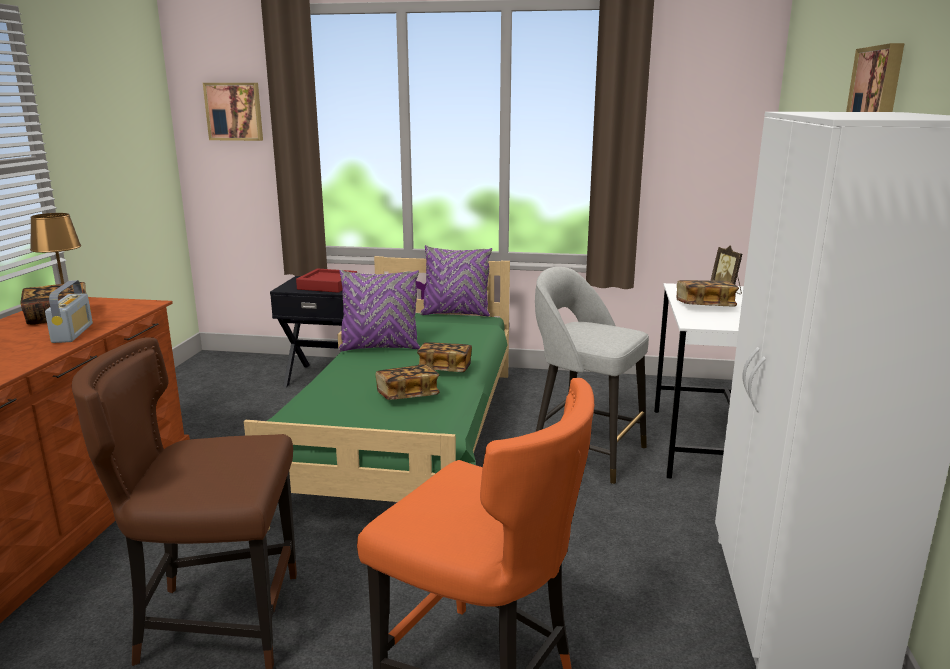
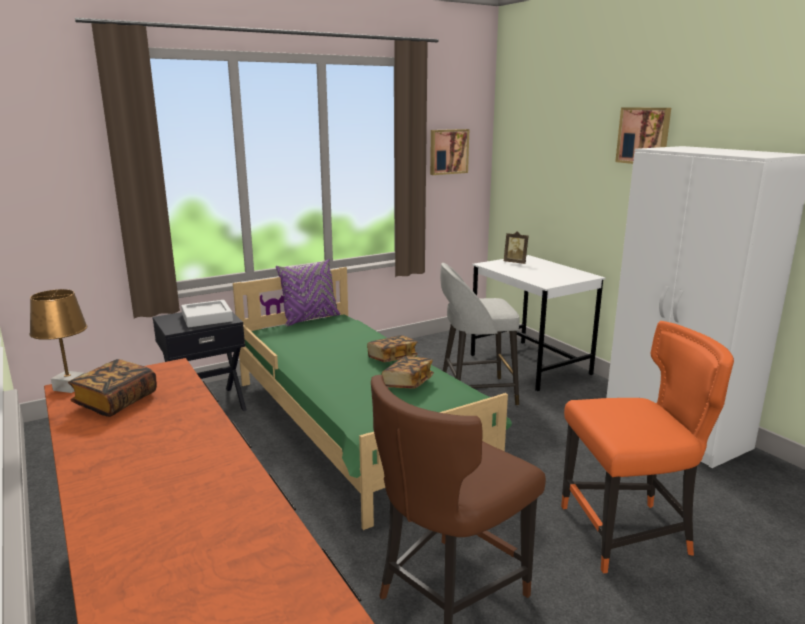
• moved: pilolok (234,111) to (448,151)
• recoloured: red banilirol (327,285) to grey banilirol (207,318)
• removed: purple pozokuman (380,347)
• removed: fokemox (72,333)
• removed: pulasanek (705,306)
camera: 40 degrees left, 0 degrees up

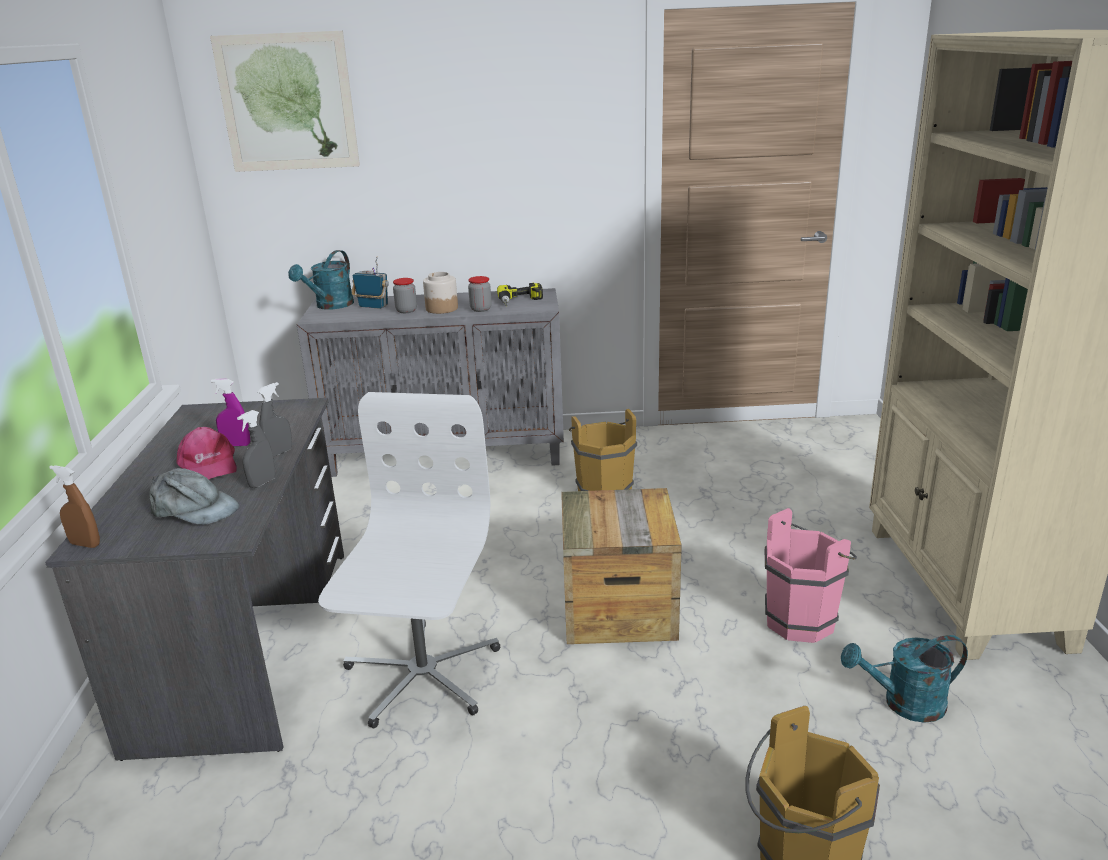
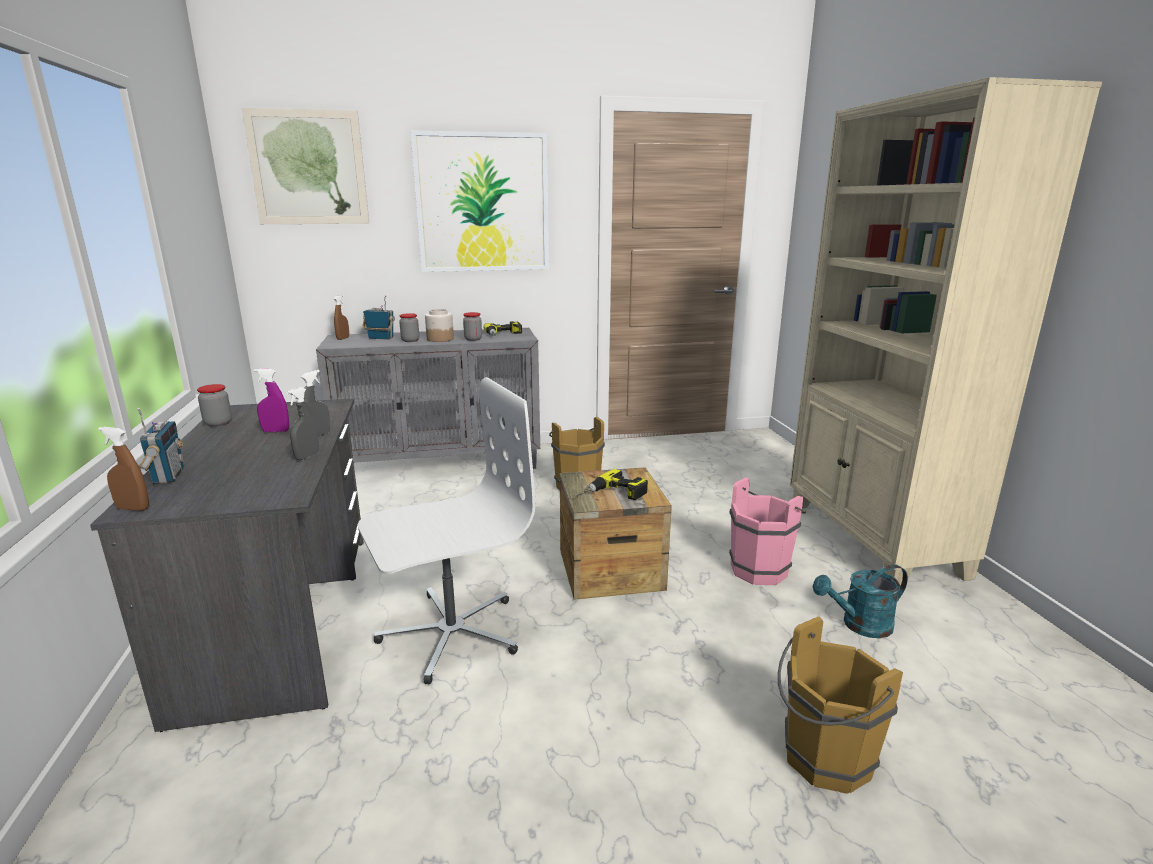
• replaced: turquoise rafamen (330,306) to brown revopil (343,338)
• turned: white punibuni (421,675) = (450,633) 60 degrees clockwise
• removed: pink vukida (208,465)
• removed: grey vukida (194,509)
• added: pilolok (483,203)
• added: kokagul (218,423)
• added: fokemox (167,476)
• added: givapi (612,495)
camera: 10 degrees left, 5 degrees down

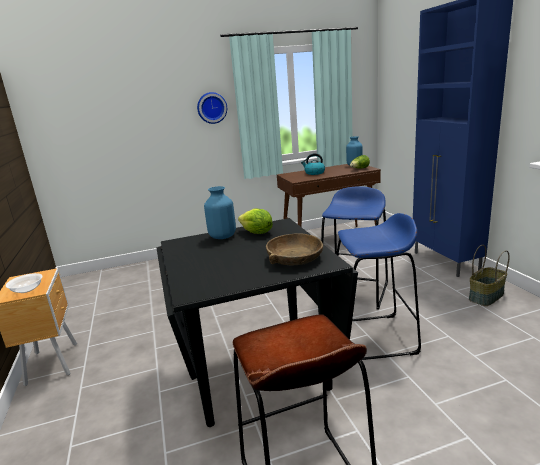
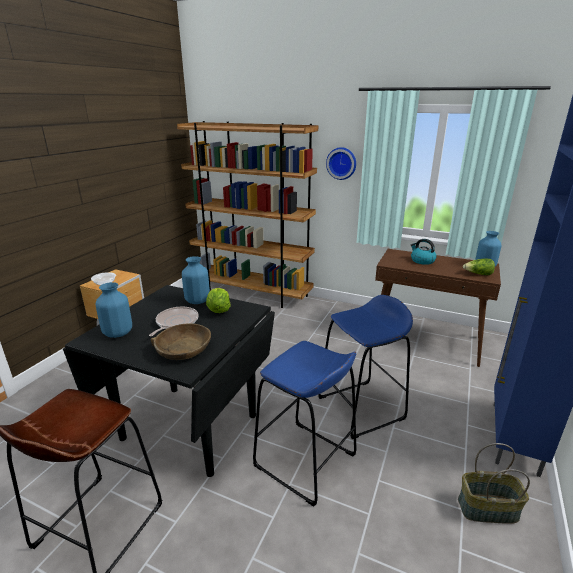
• added: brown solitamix (252,293)
• added: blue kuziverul (117,333)
• added: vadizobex (175,323)
camera: 40 degrees right, 5 degrees up

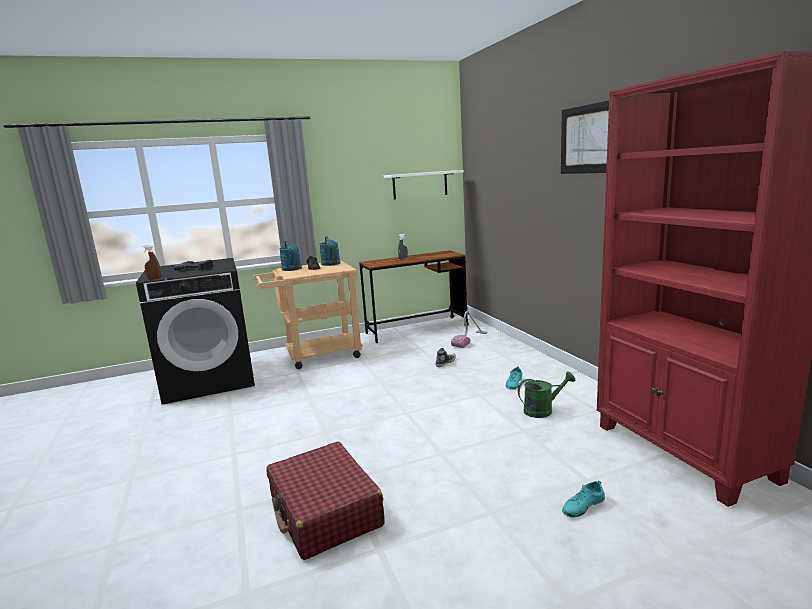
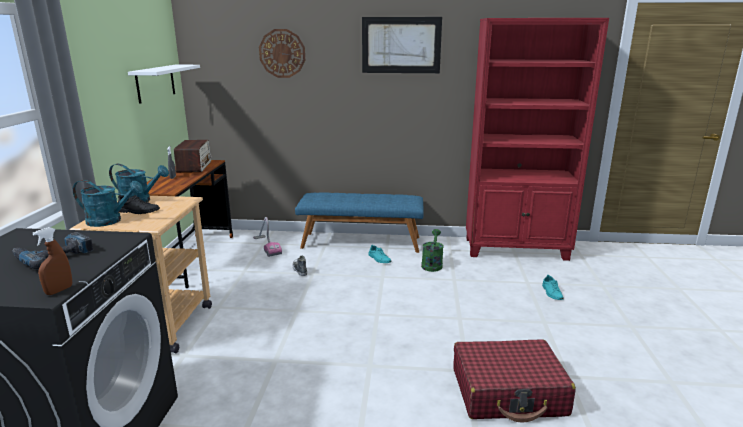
• added: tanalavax (282,53)
• added: fokemox (194,166)
• added: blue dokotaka (361,242)
camera: 65 degrees left, 5 degrees up

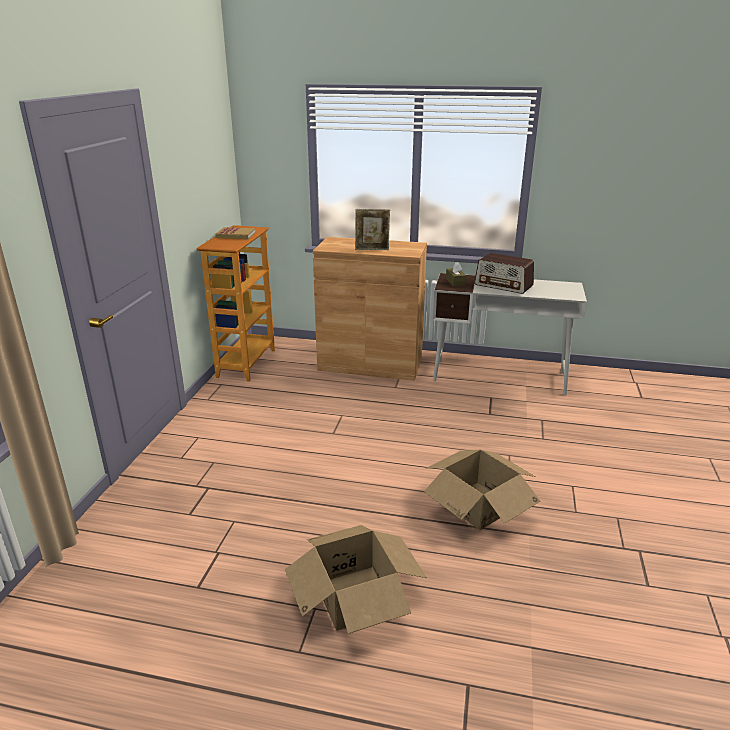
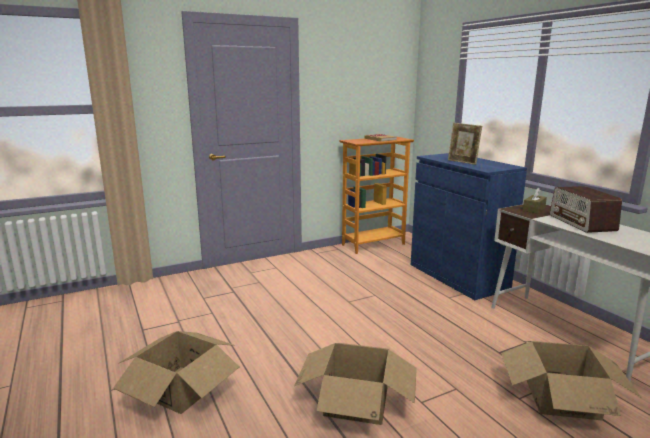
• recoloured: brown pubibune (370,364) to blue pubibune (457,276)
• added: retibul (562,398)
camera: 50 degrees right, 10 degrees down

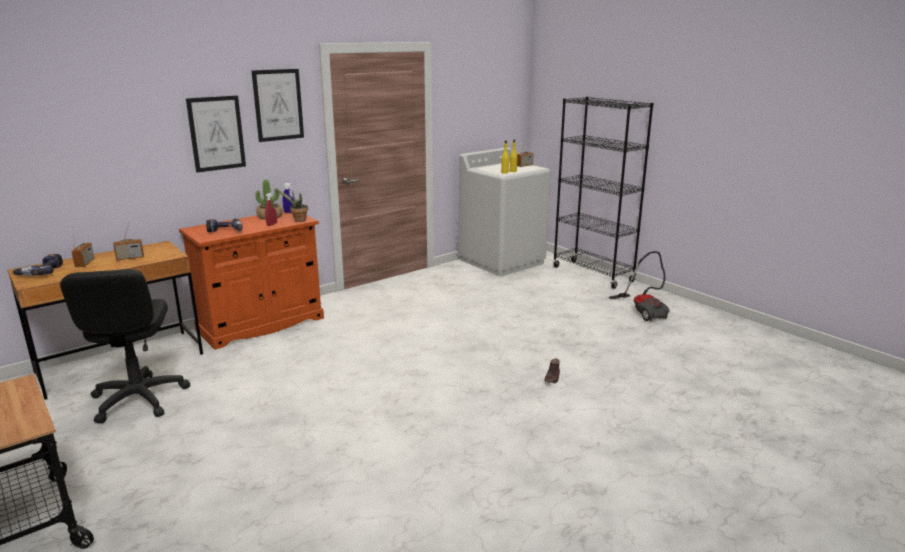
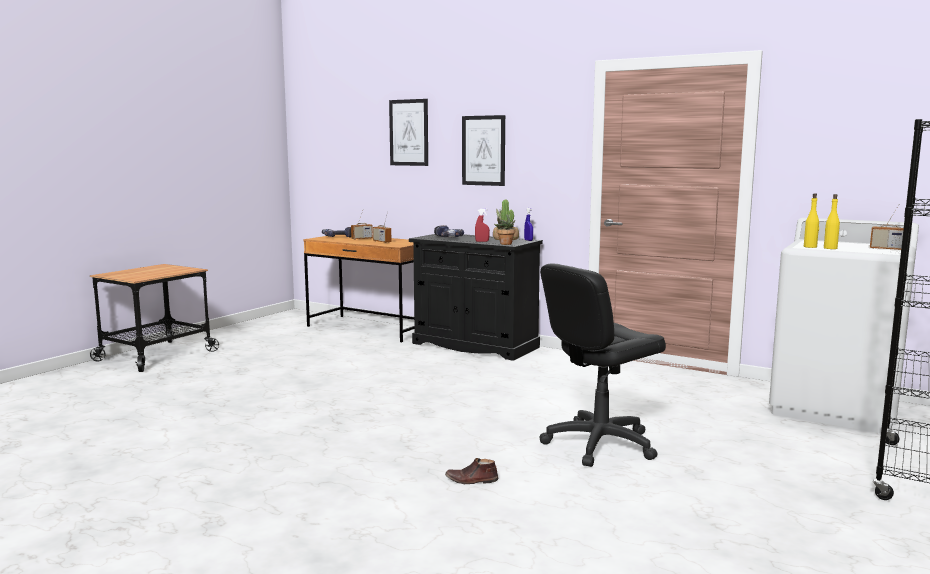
• moved: pilolok (278,105) to (409,132)
• recoloured: orange pubibune (261,324) to black pubibune (475,345)
• removed: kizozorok (644,310)
• moved: black punibuni (138,399) to (599,444)
camera: 70 degrees right, 10 degrees down

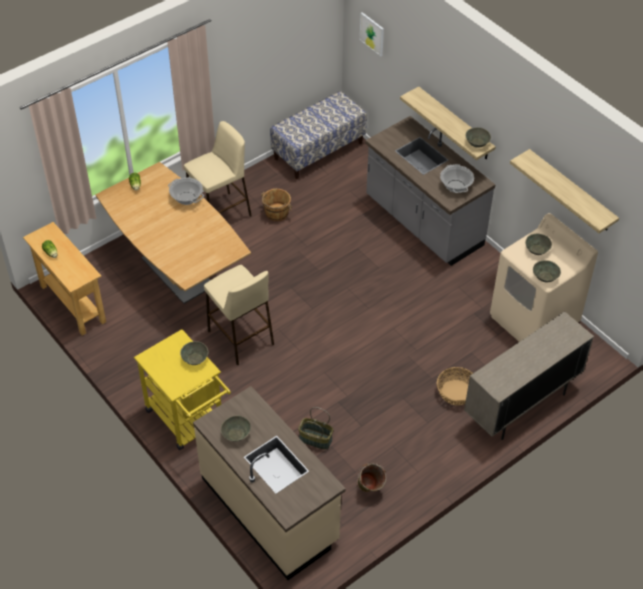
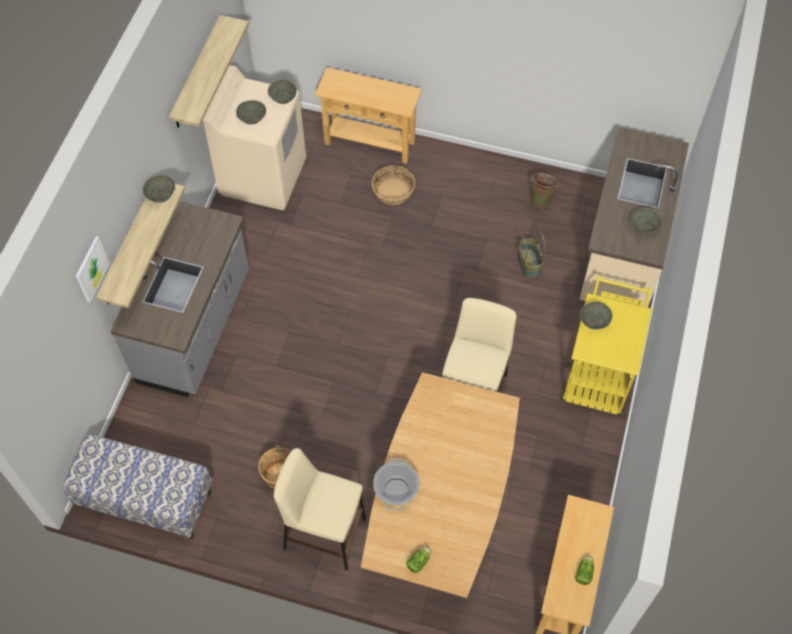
• moved: pilolok (372,33) to (91,269)
• removed: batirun (455,186)
• replaced: beige pubibune (521,406) to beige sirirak (369,142)
camera: 125 degrees left, 10 degrees up

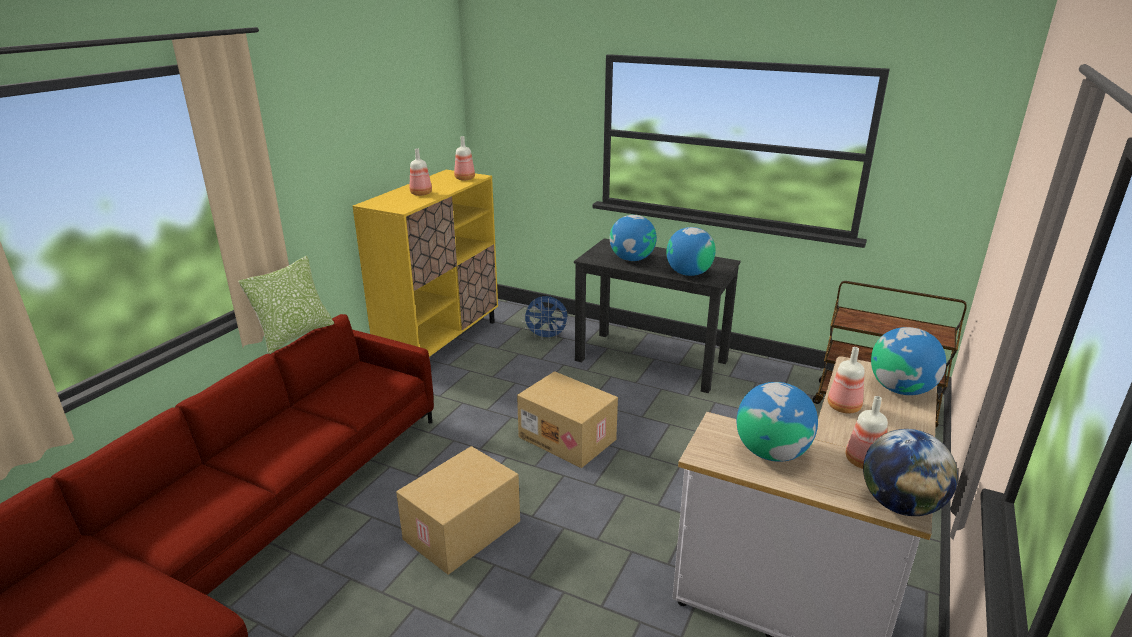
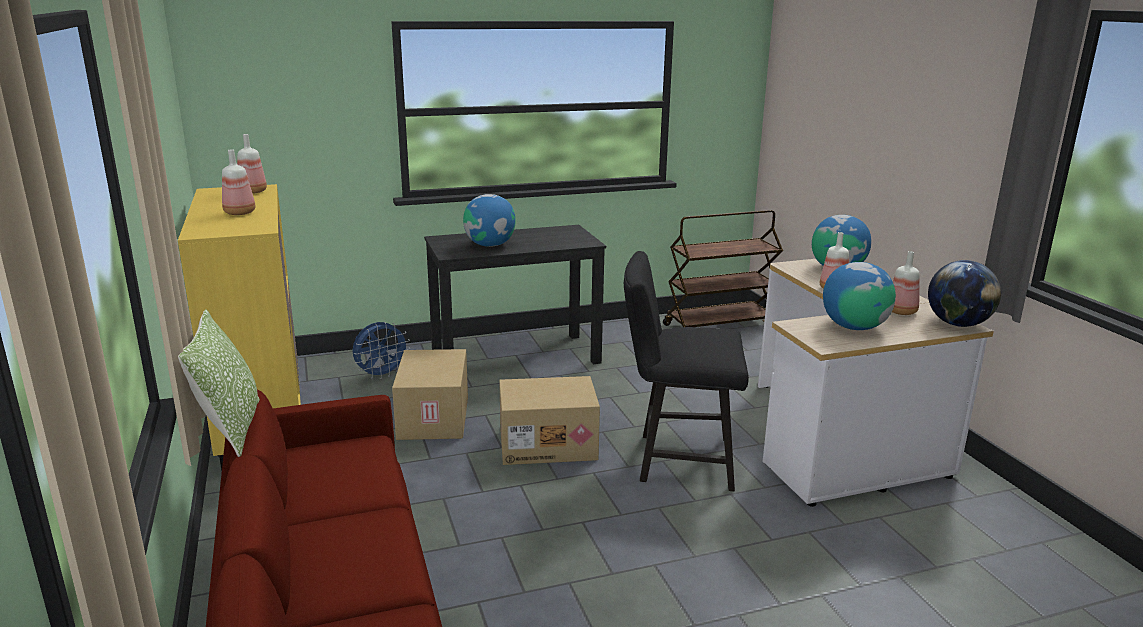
• removed: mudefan (689,273)
• moved: retibul (462,531) to (435,418)
• added: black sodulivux (676,460)
camera: 45 degrees left, 5 degrees down

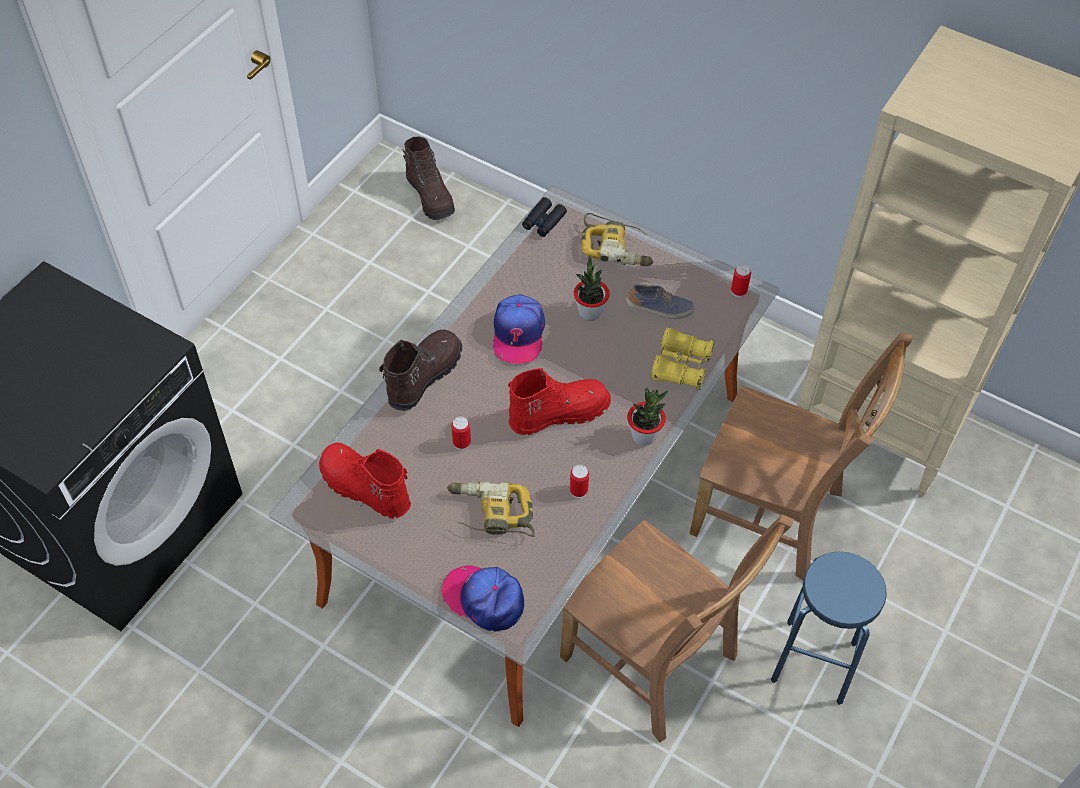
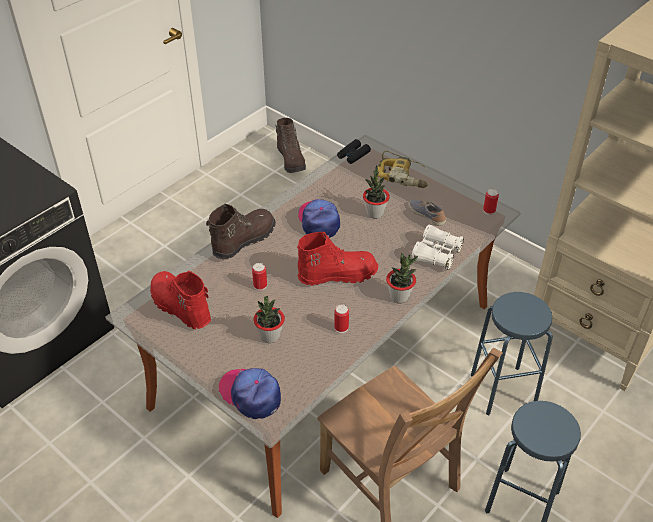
• turned: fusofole (659,309) = (427,216) 135 degrees counterclockwise
• turned: vukida (518,334) = (319,221) 150 degrees clockwise
• recoloured: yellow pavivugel (681,366) to white pavivugel (436,254)
• replaced: brown sodulivux (772,516) to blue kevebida (503,390)
• replaced: givapi (490,514) to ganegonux (270,336)
camera: 10 degrees right, 10 degrees down

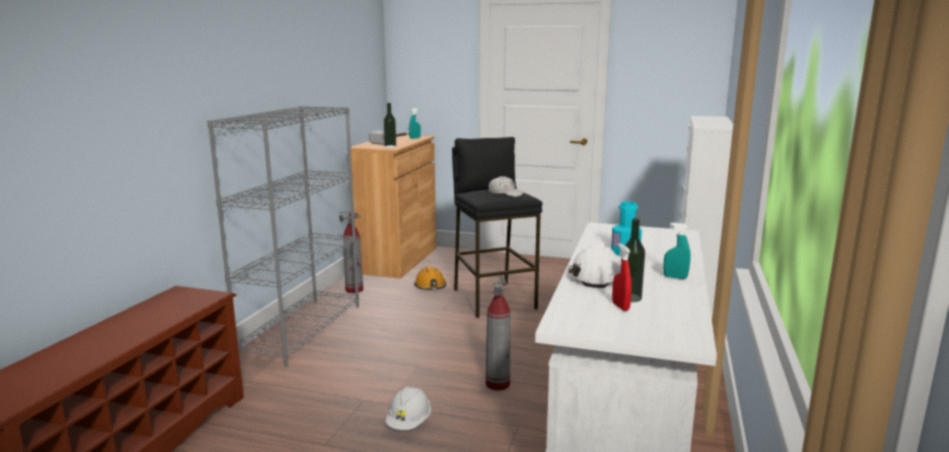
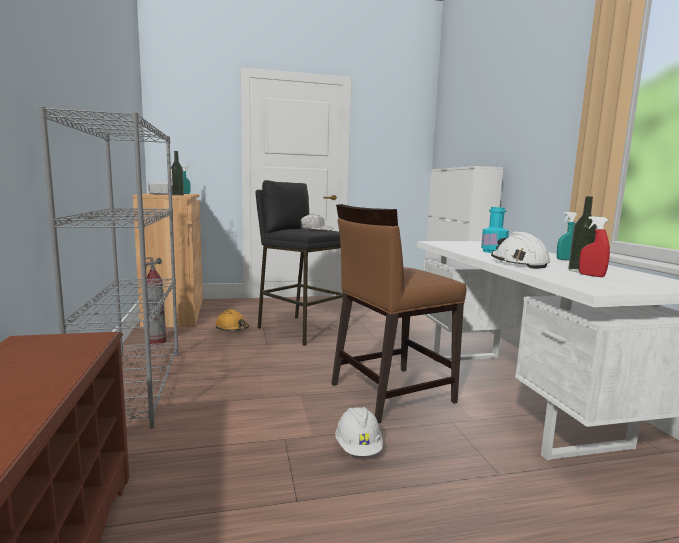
• replaced: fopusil (497,384) to brown sodulivux (390,393)
camera: 30 degrees left, 5 degrees down

